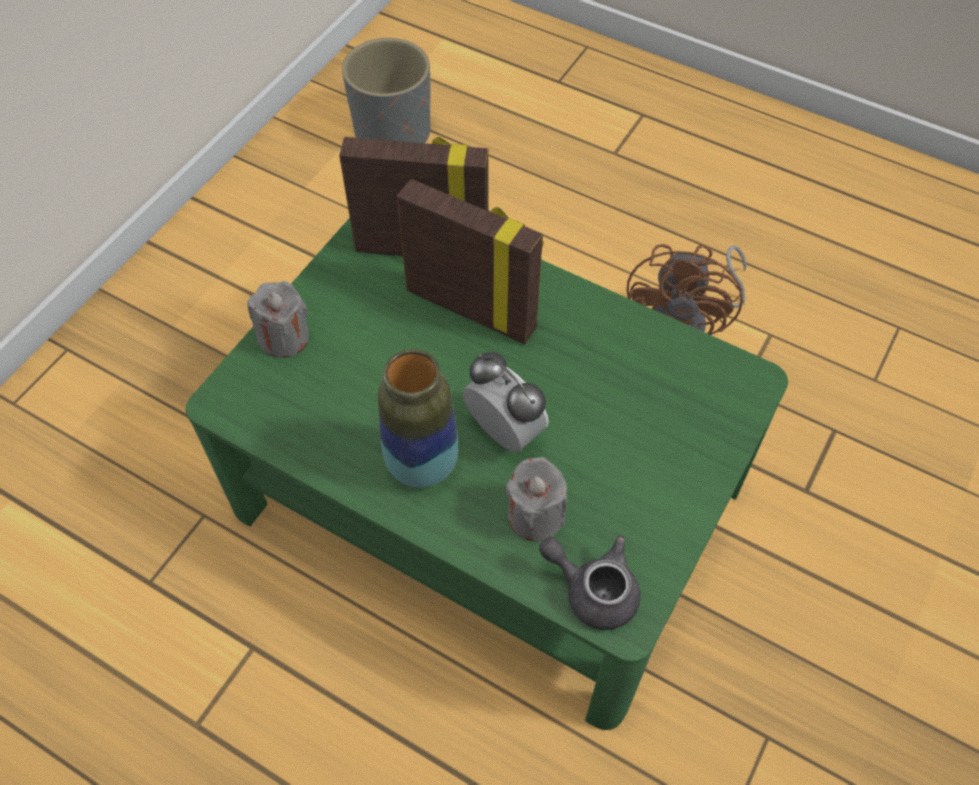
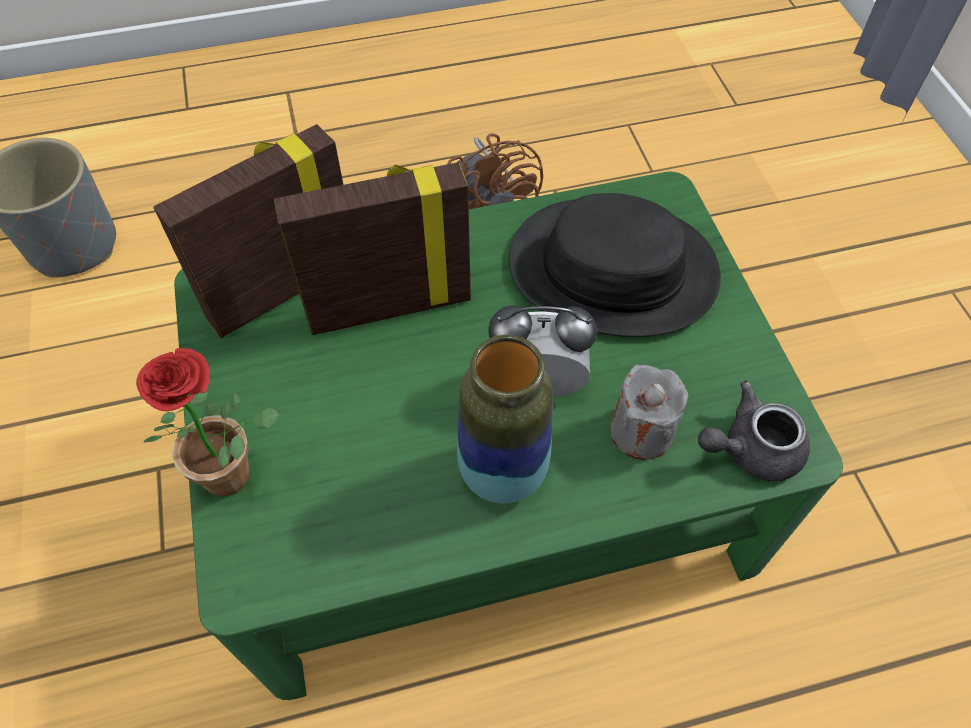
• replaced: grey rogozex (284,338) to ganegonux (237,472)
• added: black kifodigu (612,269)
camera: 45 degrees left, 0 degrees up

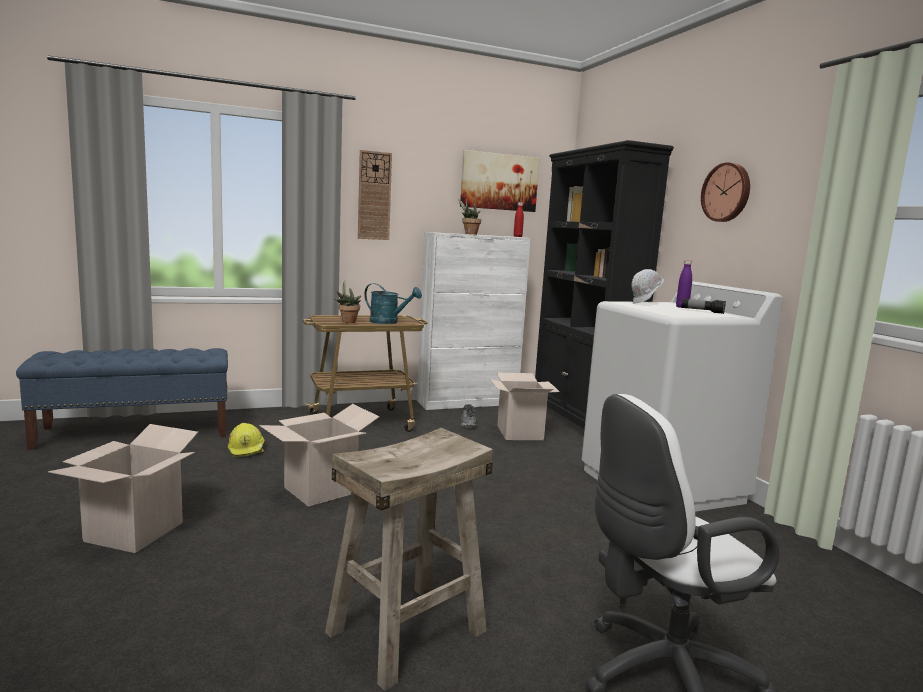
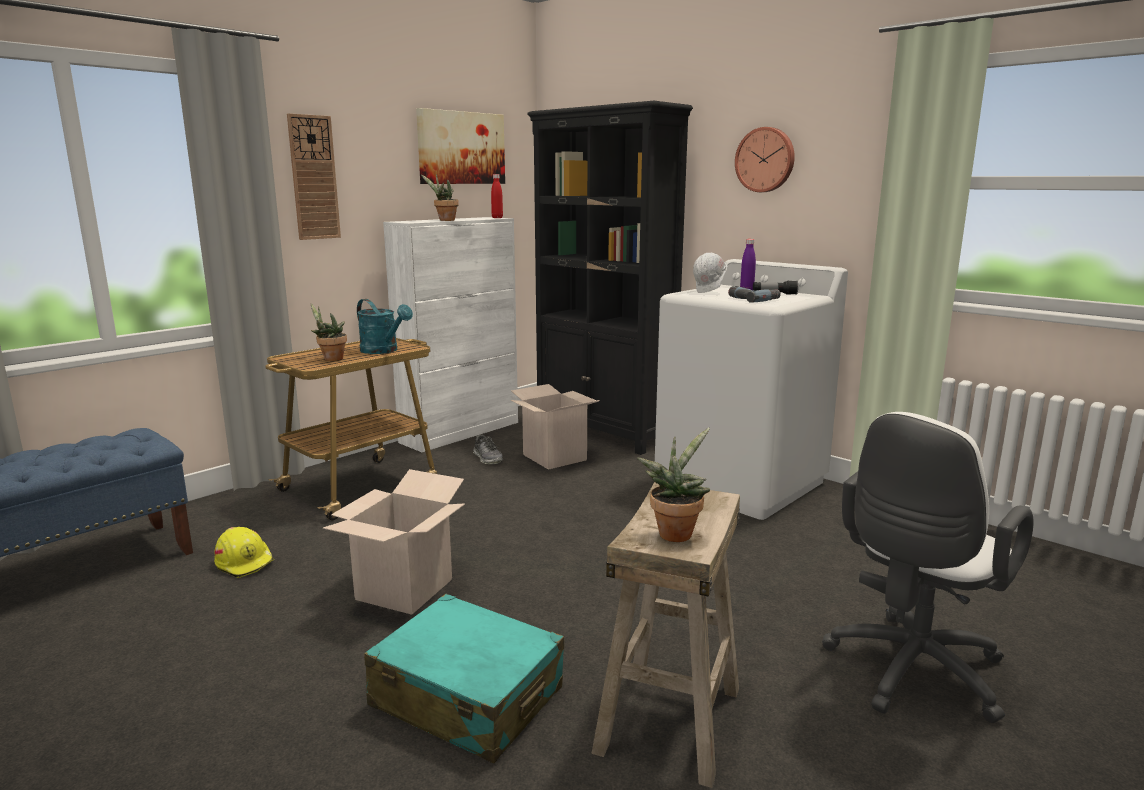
• turned: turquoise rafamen (389,322) = (383,351) 45 degrees clockwise
• removed: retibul (134,532)
• added: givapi (752,299)
• added: ganegonux (675,532)
• added: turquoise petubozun (467,697)
camera: 25 degrees left, 5 degrees up

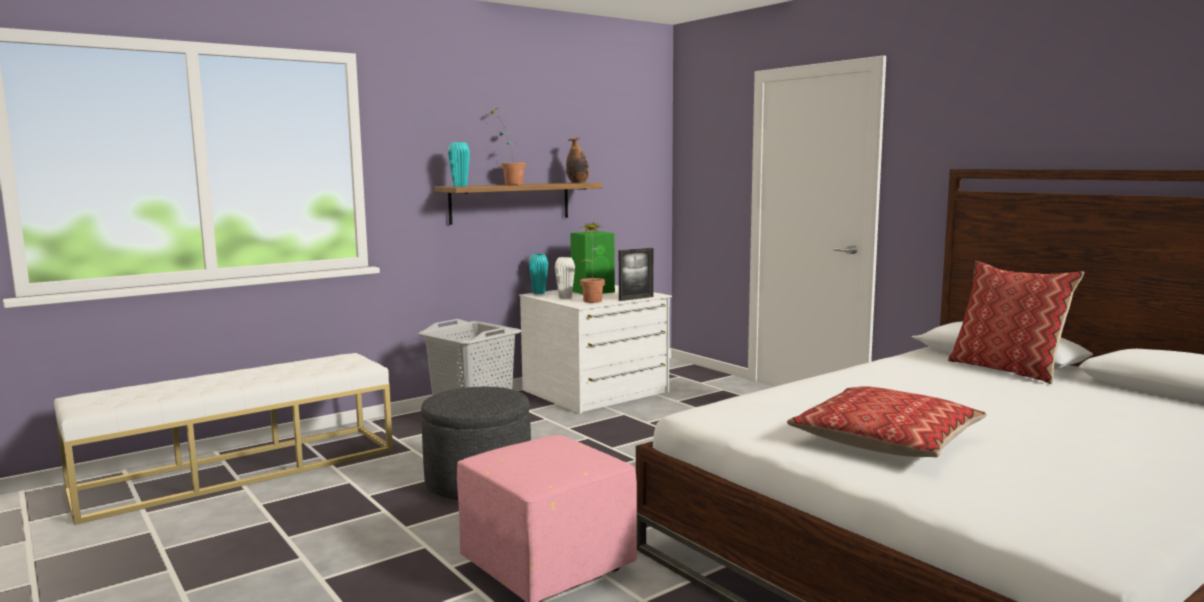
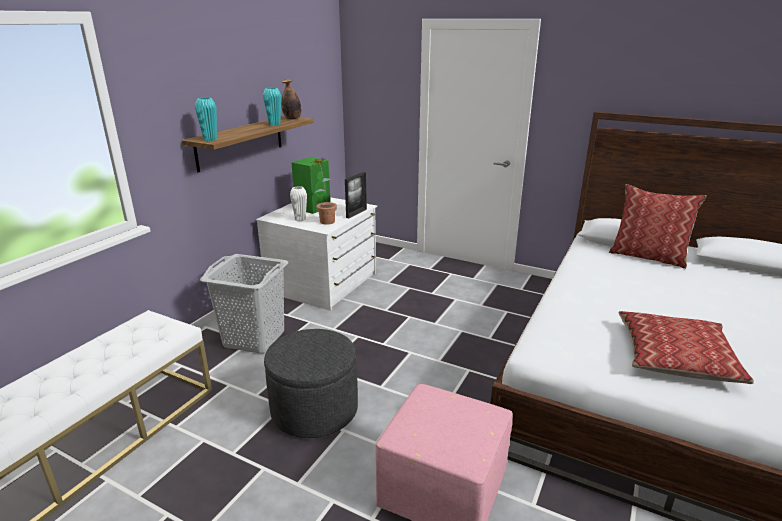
• removed: ganegonux (508,184)
• moved: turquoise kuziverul (539,293) to (274,124)
camera: 25 degrees left, 15 degrees up

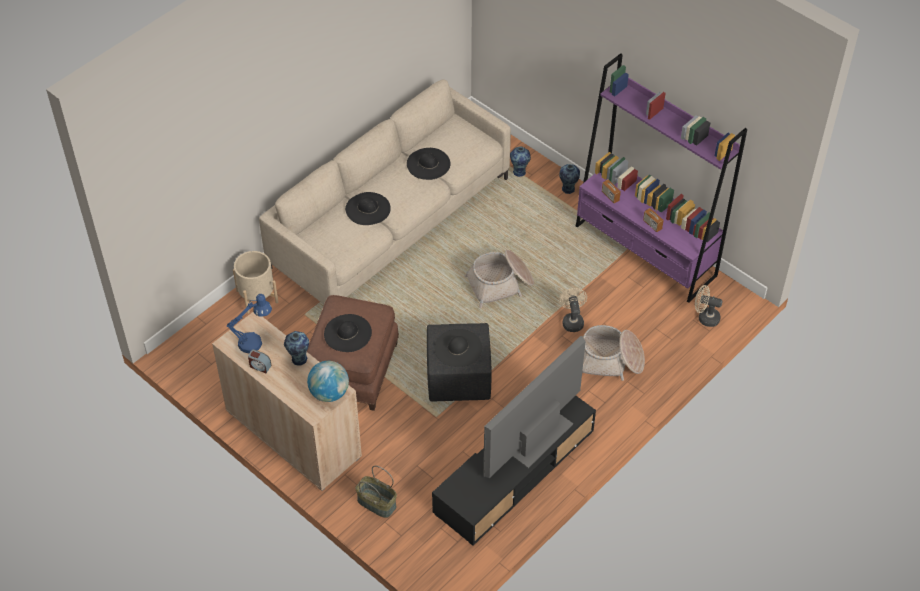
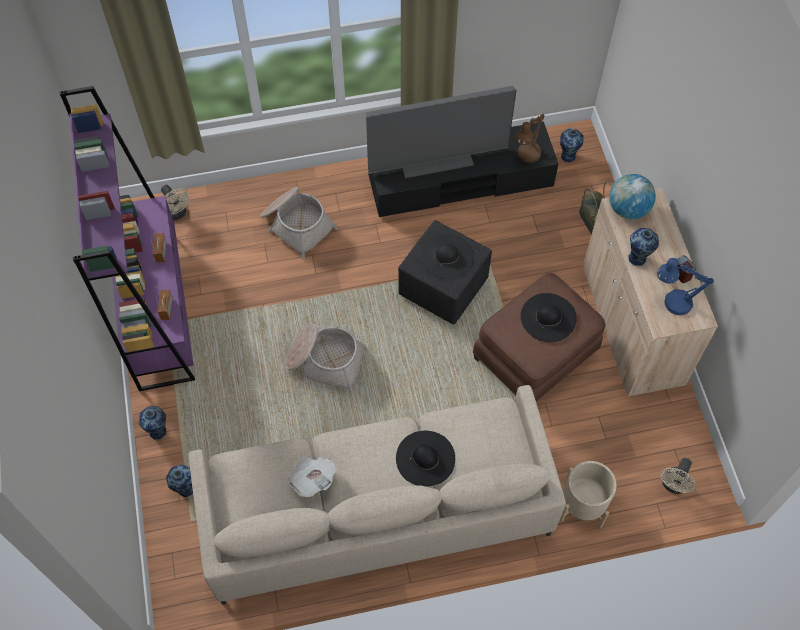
• replaced: black kifodigu (428,164) to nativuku (312,479)
• moved: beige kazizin (572,321) to (673,485)
• added: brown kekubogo (526,156)
• added: kuziverul (568,155)
camera: 145 degrees left, 10 degrees up

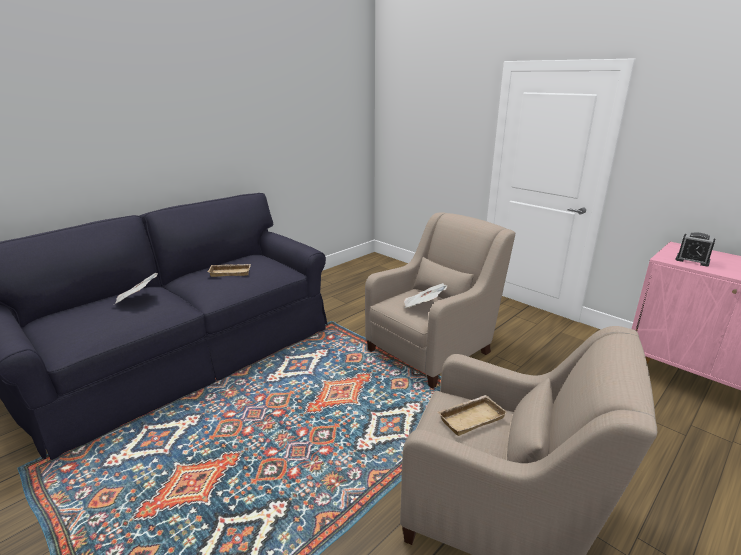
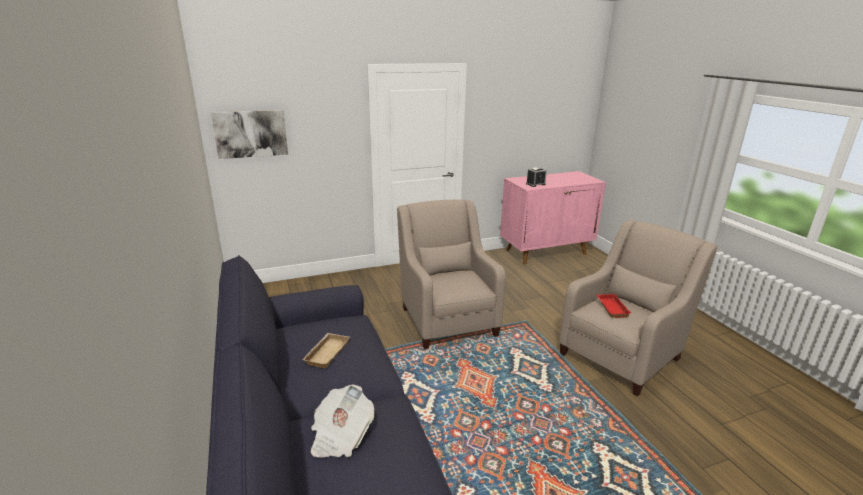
• removed: nativuku (423,306)
• recoloured: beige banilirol (471,417) to red banilirol (611,308)
• added: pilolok (251,133)
camera: 65 degrees left, 0 degrees up

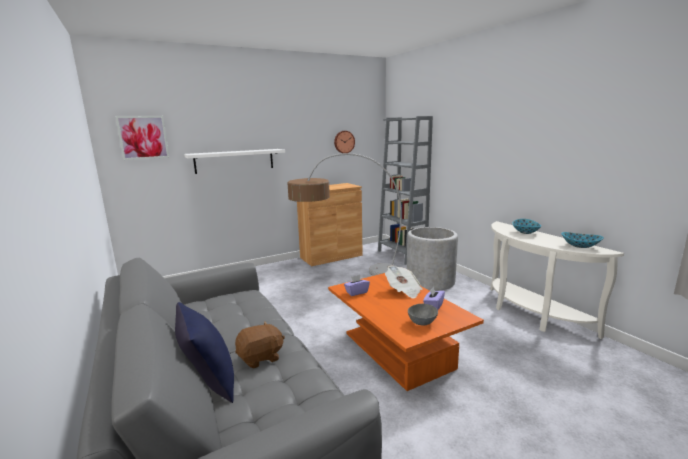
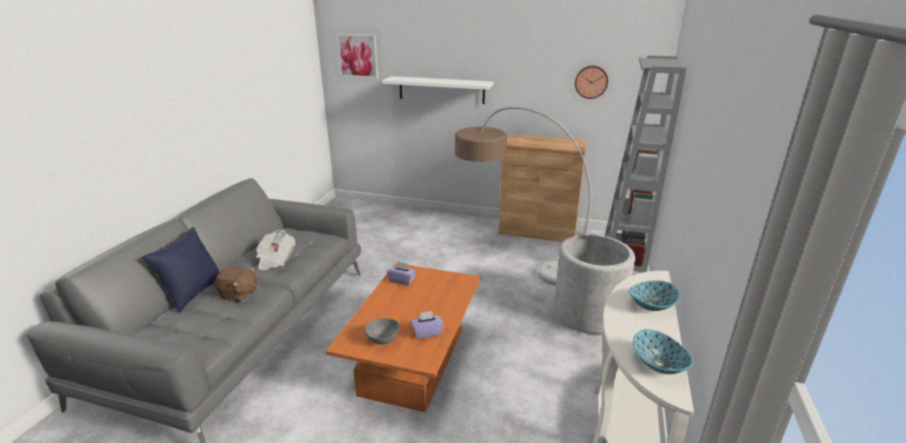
• moved: nativuku (403,291) to (275,260)
camera: 45 degrees right, 10 degrees up

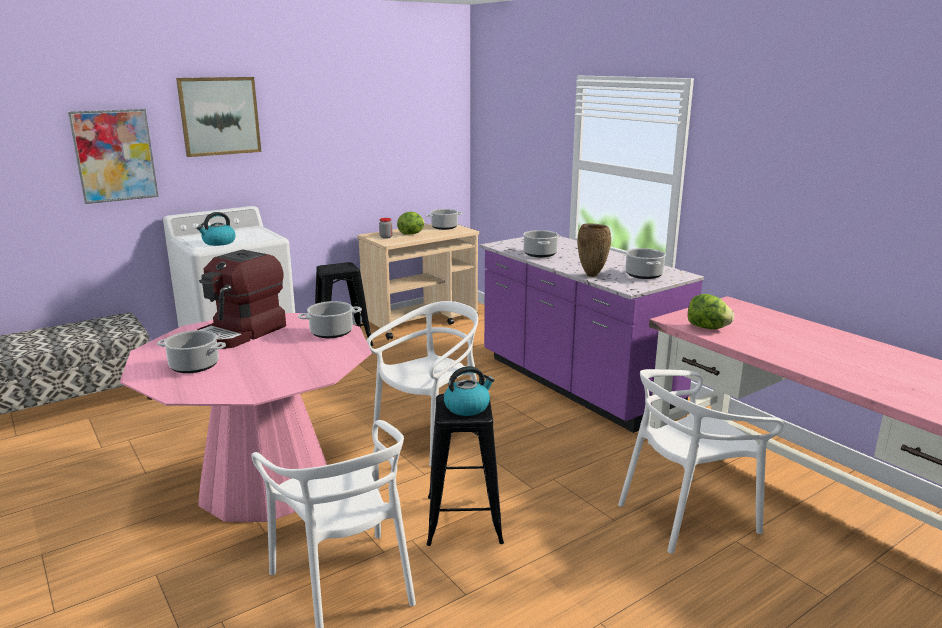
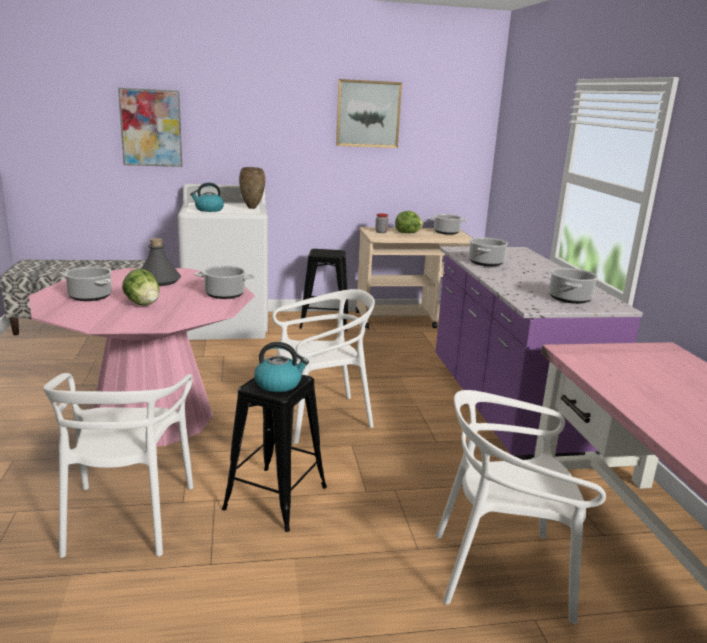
• moved: pilolok (219,116) to (368,114)
• moved: brown kuziverul (592,275) to (252,208)
• replaced: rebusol (242,333) to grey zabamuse (158,281)
• moved: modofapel (707,328) to (143,304)
camera: 25 degrees right, 0 degrees up

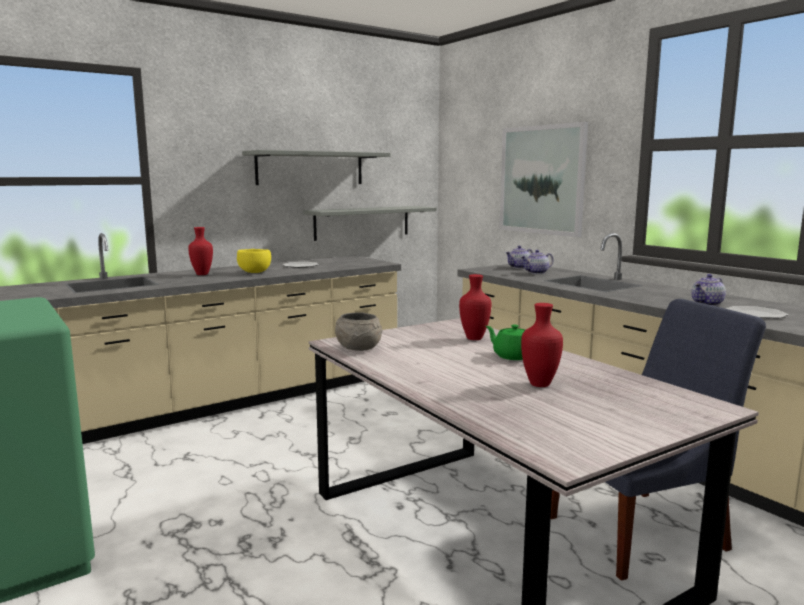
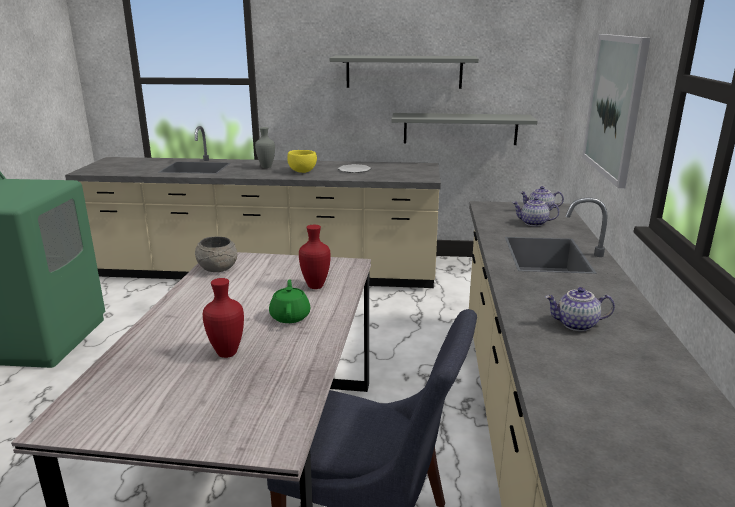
• recoloured: red kuziverul (202,274) to grey kuziverul (266,167)
• removed: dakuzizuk (755,314)
camera: 40 degrees right, 10 degrees up

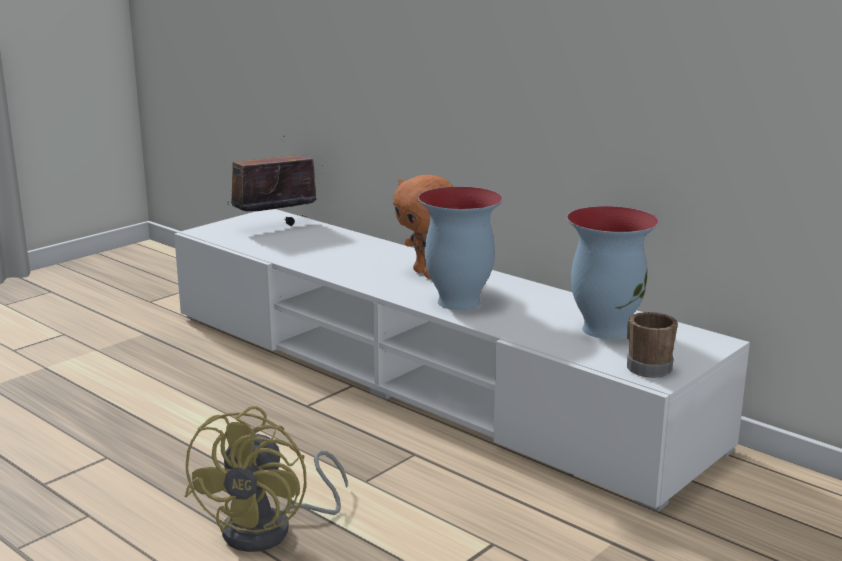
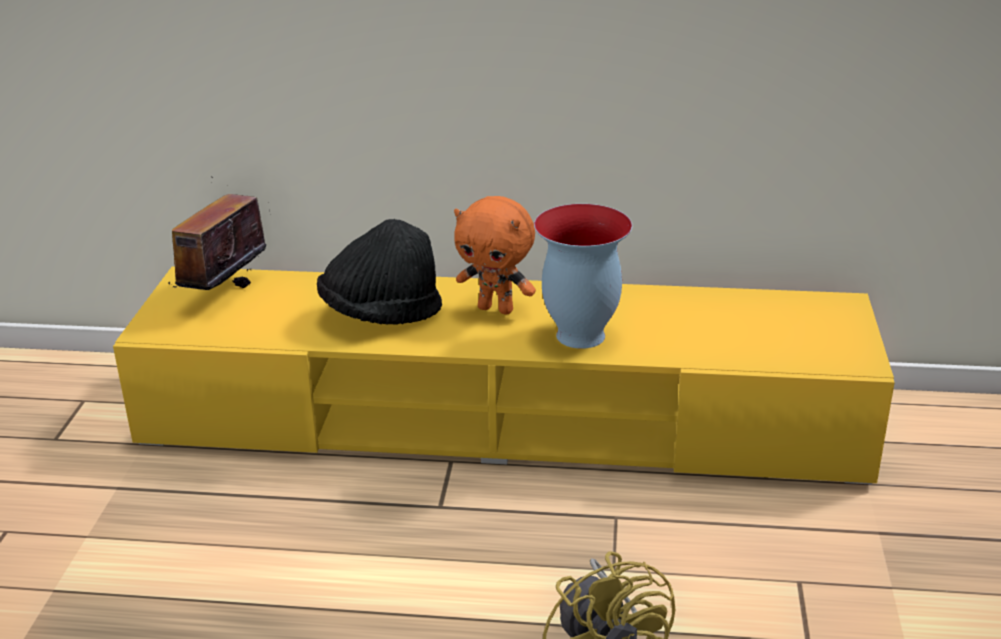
• removed: kuziverul (604,329)
• recoloured: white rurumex (422,376) to yellow rurumex (504,421)
• removed: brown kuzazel (645,366)
• added: black kifodigu (381,314)
camera: 35 degrees left, 10 degrees up

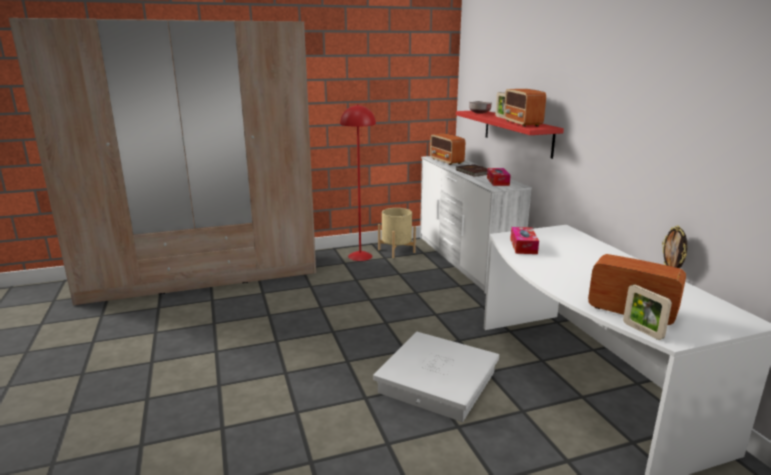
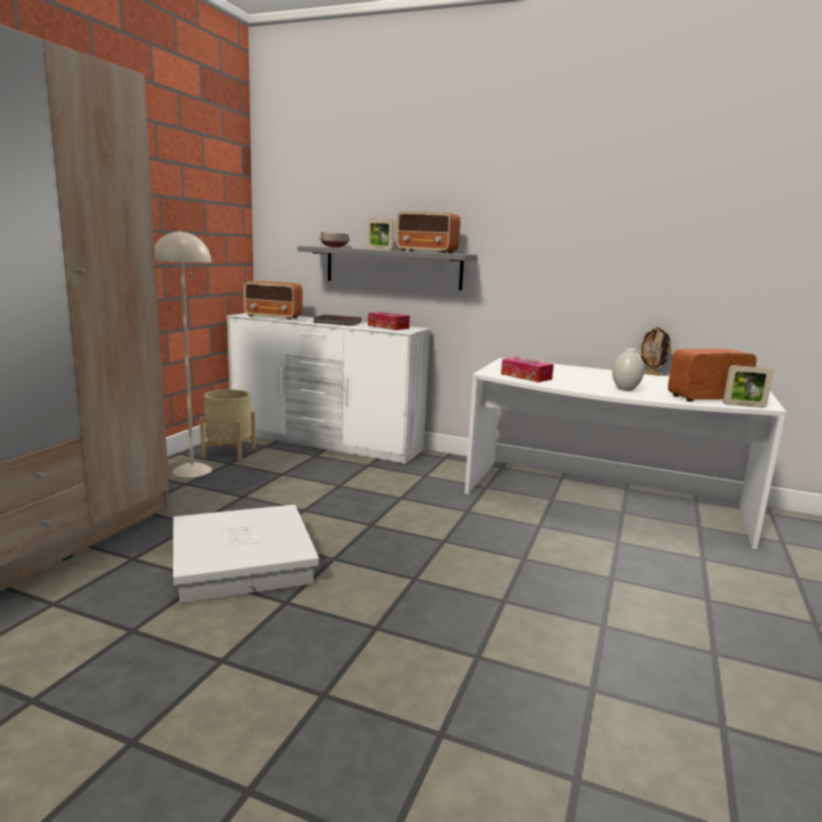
• recoloured: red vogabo (360,256) to beige vogabo (192,470)
• recoloured: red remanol (517,132) to grey remanol (393,268)
• moved: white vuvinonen (438,382) to (243,561)
• added: white kuziverul (625,389)
camera: 50 degrees left, 5 degrees down

